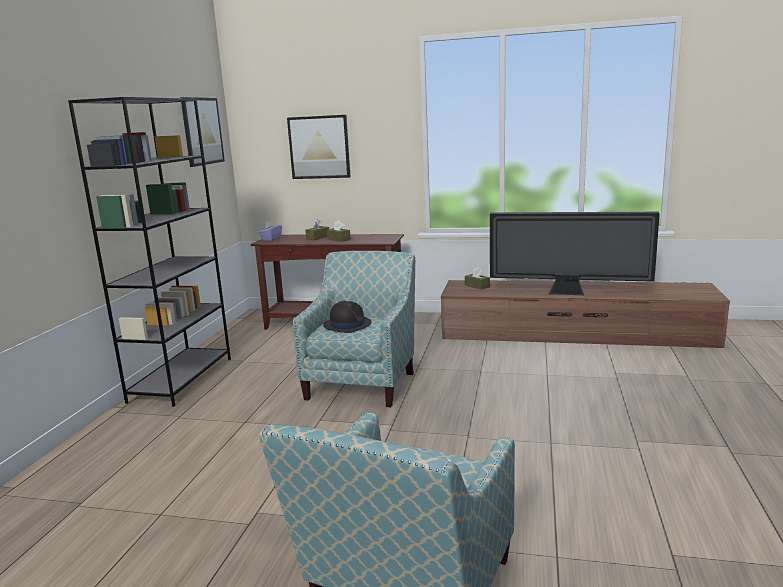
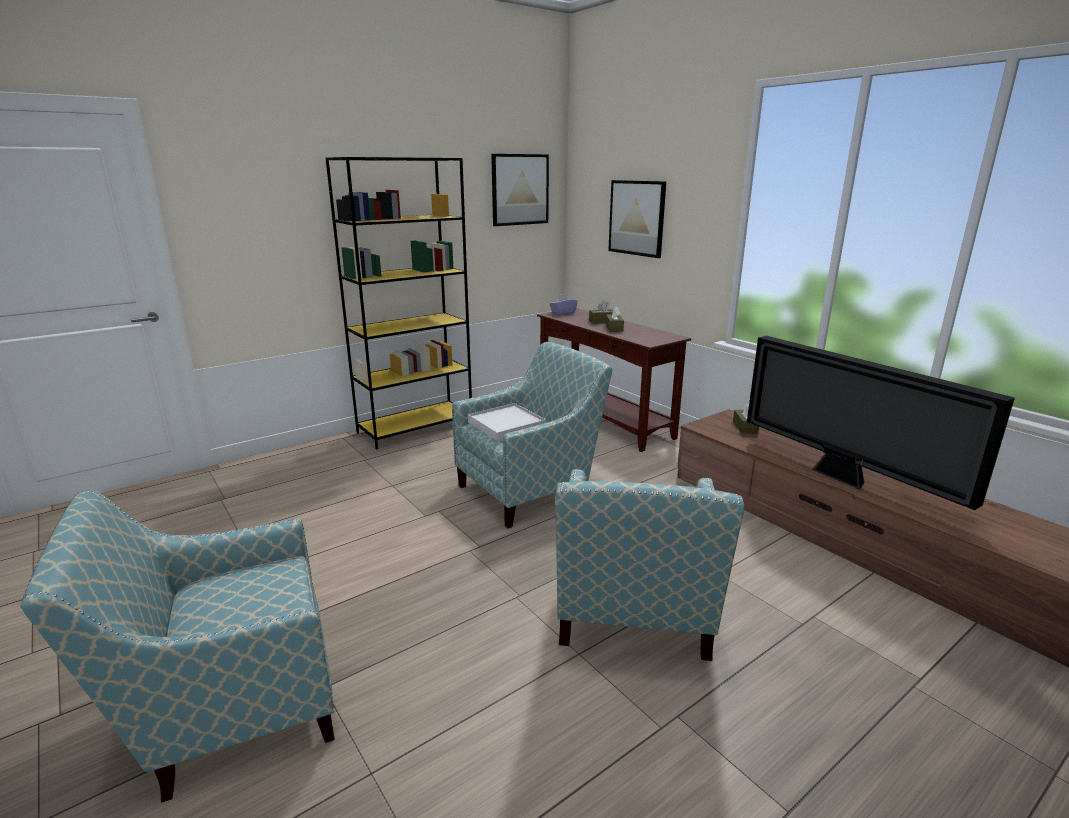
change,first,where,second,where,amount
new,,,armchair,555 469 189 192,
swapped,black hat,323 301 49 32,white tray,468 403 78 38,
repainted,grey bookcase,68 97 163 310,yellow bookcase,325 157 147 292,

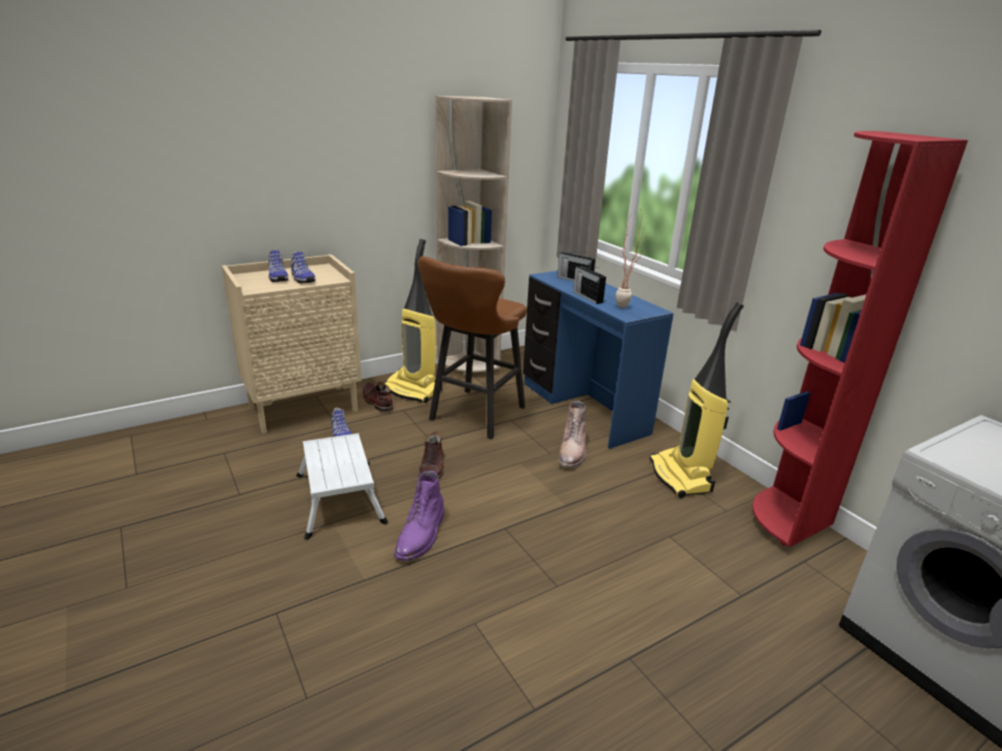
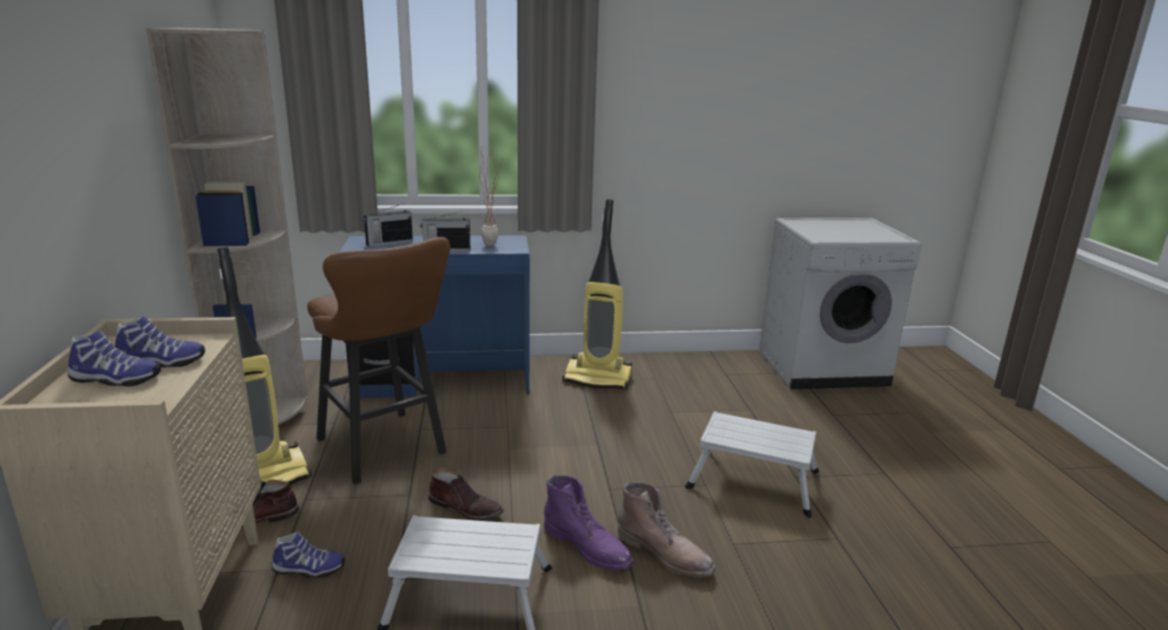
change,first,where,second,where,amount
gone,red bookcase,753 131 215 416,,,
new,,,white step ladder,685 411 134 107,
shifted,brown boot,558 401 28 67,,617 482 98 95,

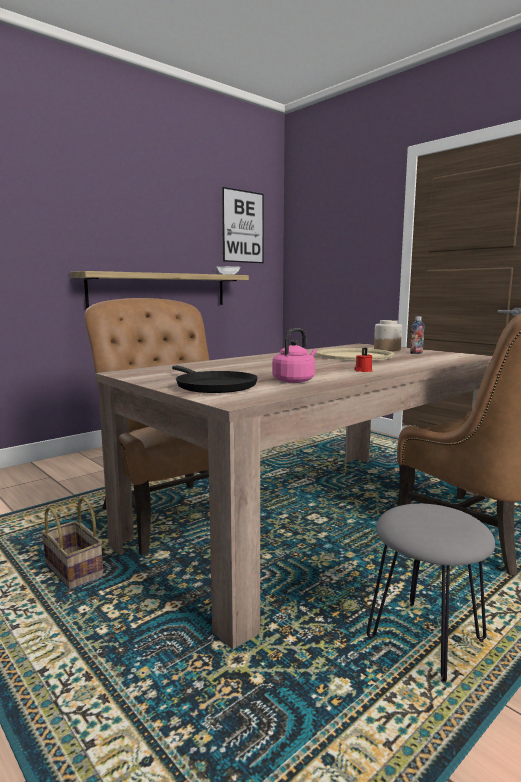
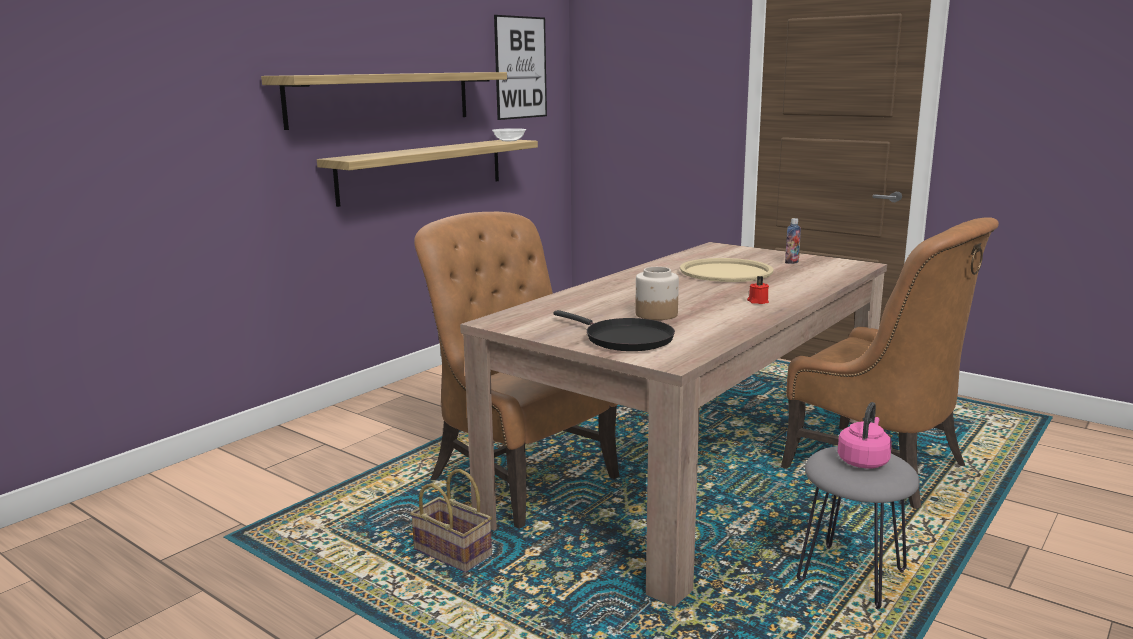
change,first,where,second,where,amount
new,,,shelf,261 72 246 58,
shifted,pink kettle,272 328 45 55,,838 402 54 66,
shifted,jar,374 320 28 31,,635 267 44 53,

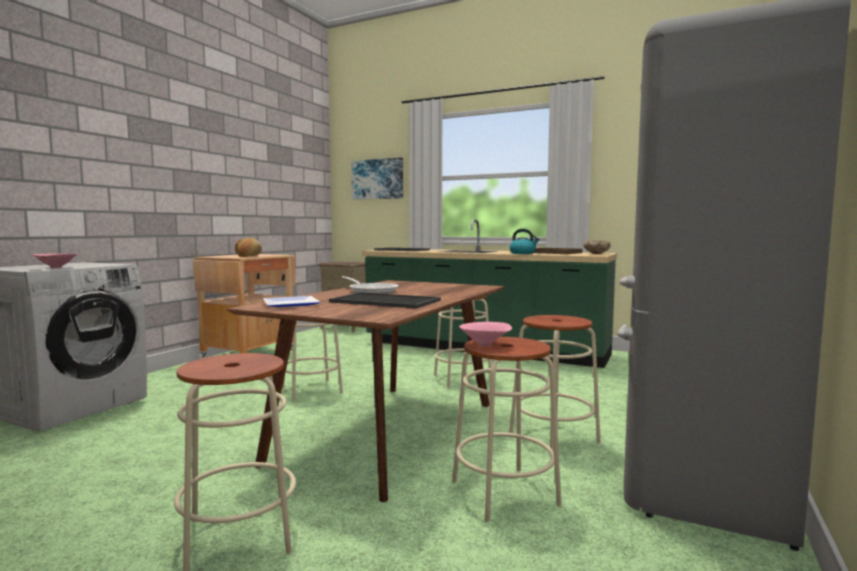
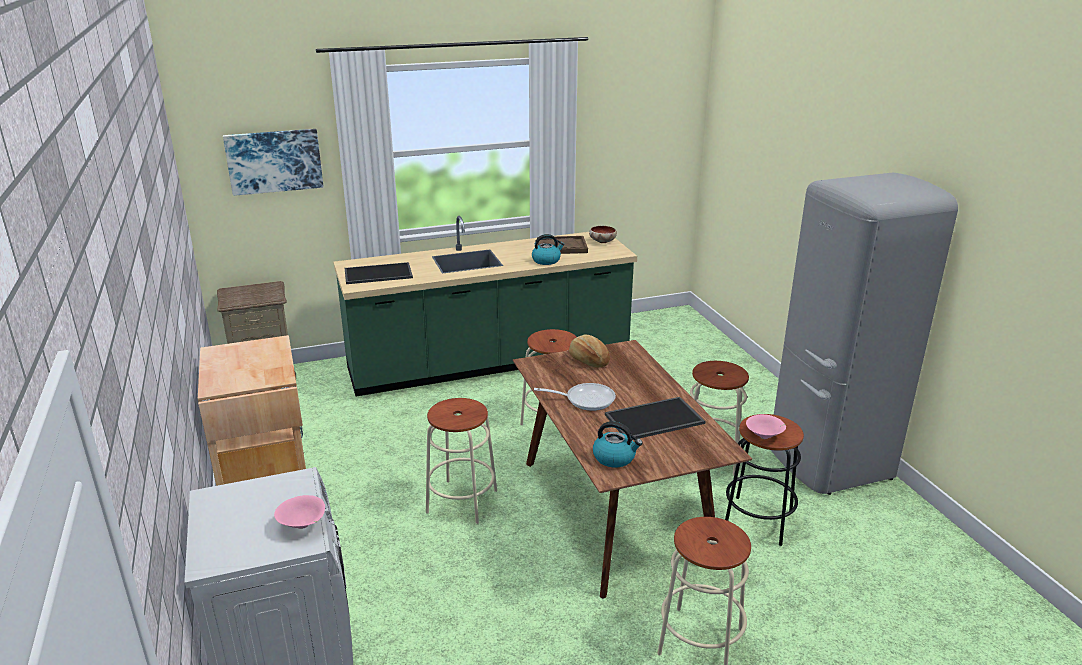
change,first,where,second,where,amount
shifted,bread,235 238 27 19,,569 335 41 32,
swapped,plate,263 296 58 11,kettle,593 421 50 47,
repainted,beige stool,452 337 110 185,black stool,725 414 79 132,

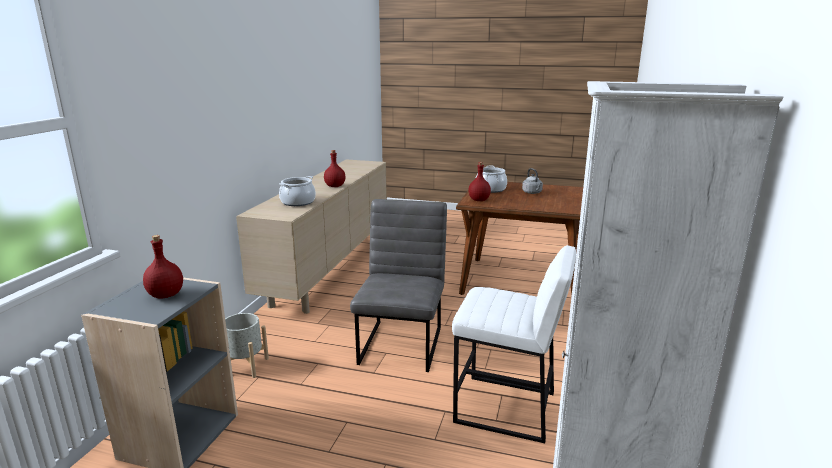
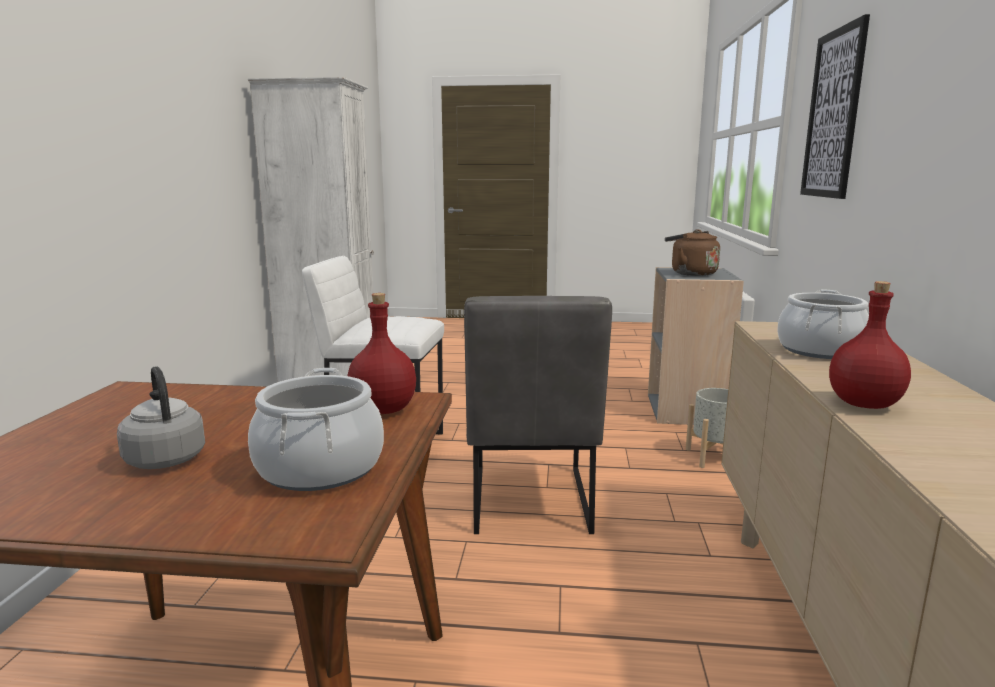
change,first,where,second,where,amount
new,,,picture,800 14 70 185,
swapped,red bottle,143 235 40 64,brown kettle,665 229 55 47,

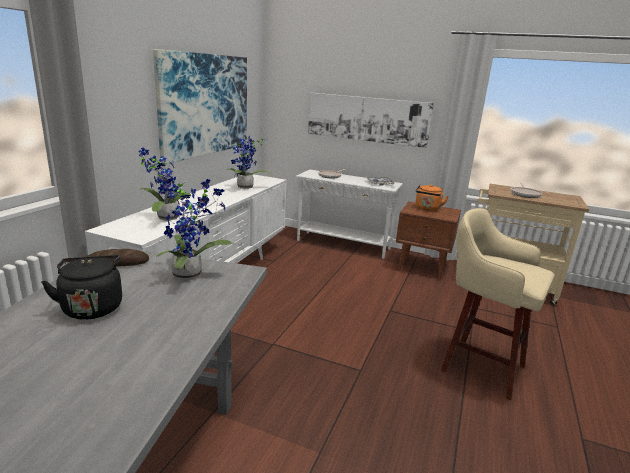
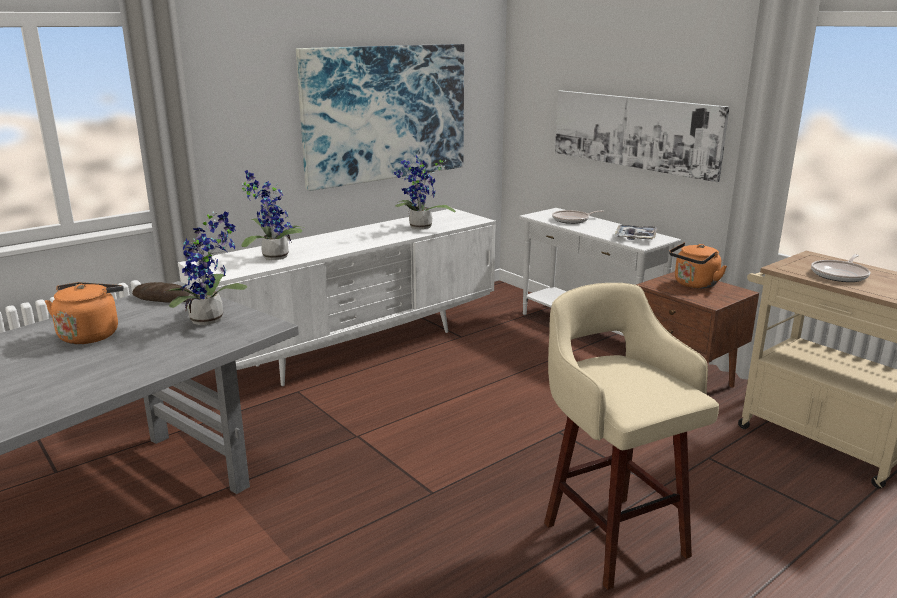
change,first,where,second,where,amount
repainted,black kettle,41 255 81 65,orange kettle,45 282 79 62,

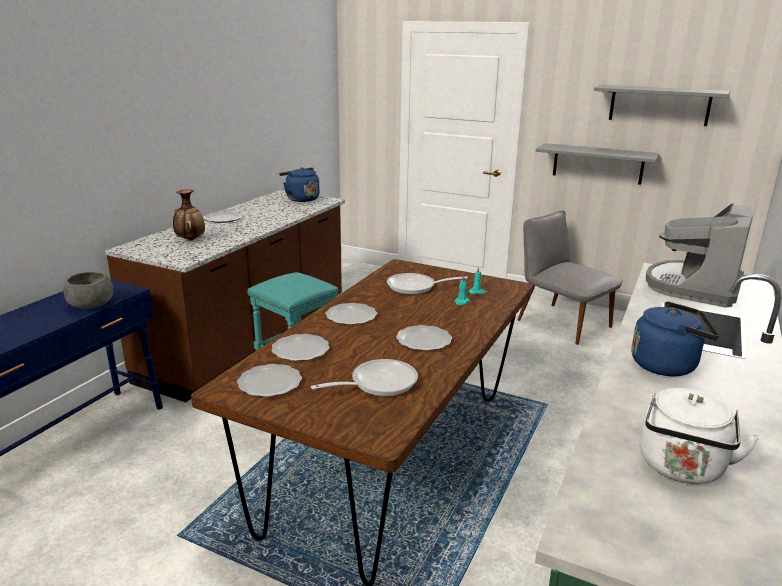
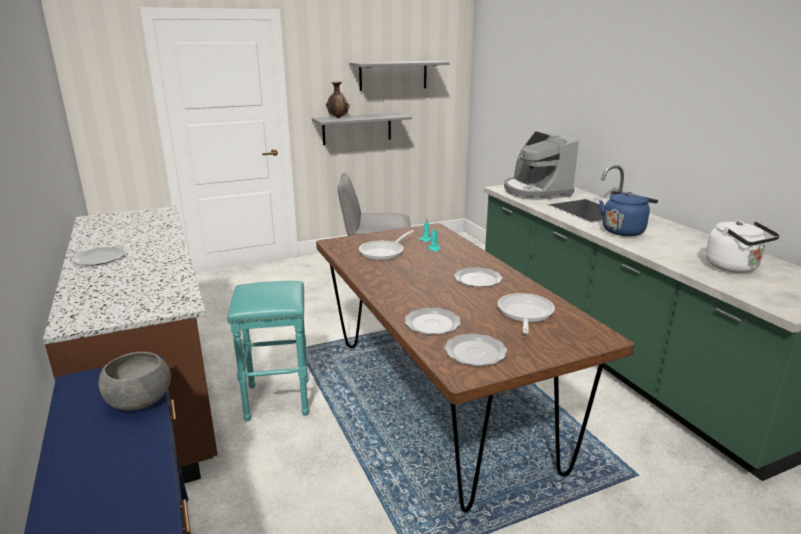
change,first,where,second,where,amount
gone,blue kettle,279 167 41 35,,,
gone,plate,325 303 52 22,,,
shifted,vase,173 189 32 51,,326 82 24 36,

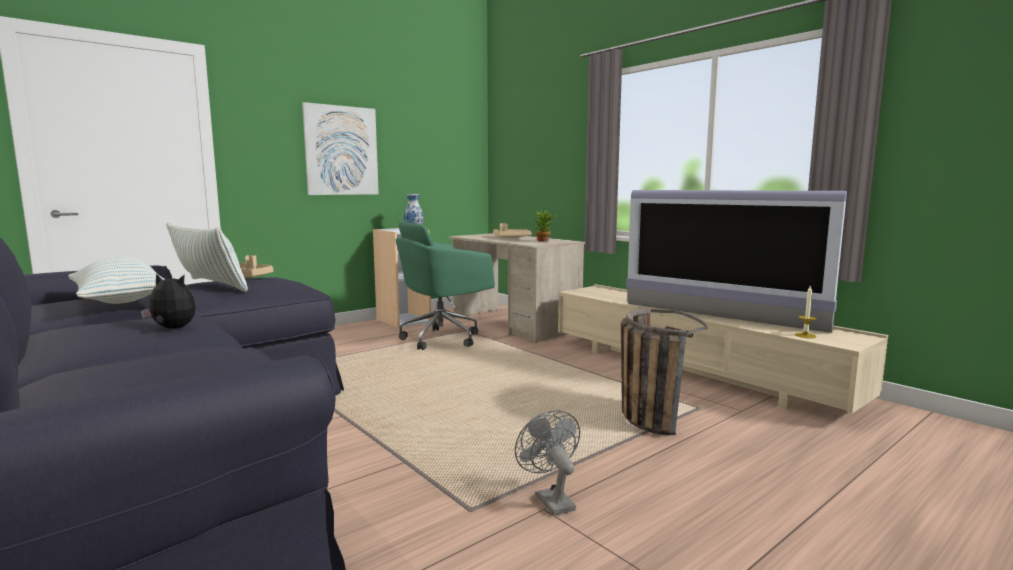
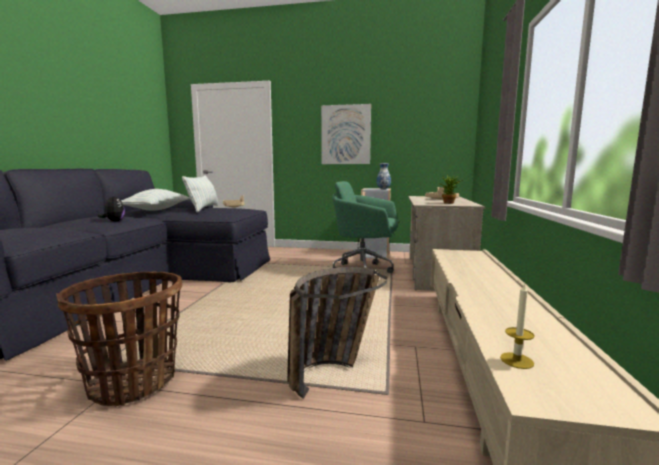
change,first,where,second,where,amount
gone,television,626 190 221 143,,,
swapped,grey fan,515 410 65 106,basket,56 272 126 135,

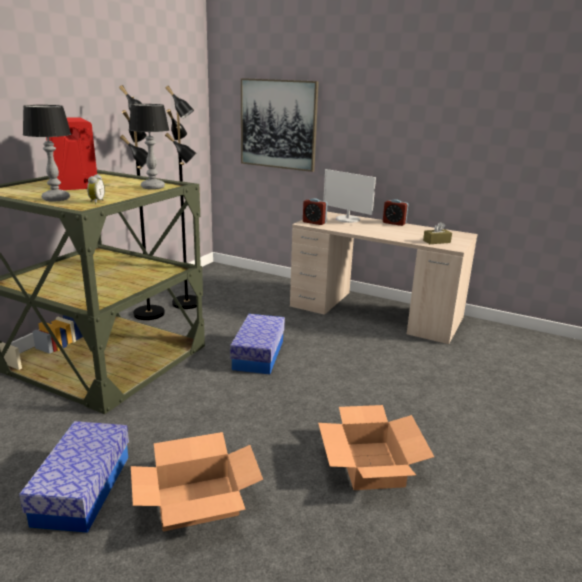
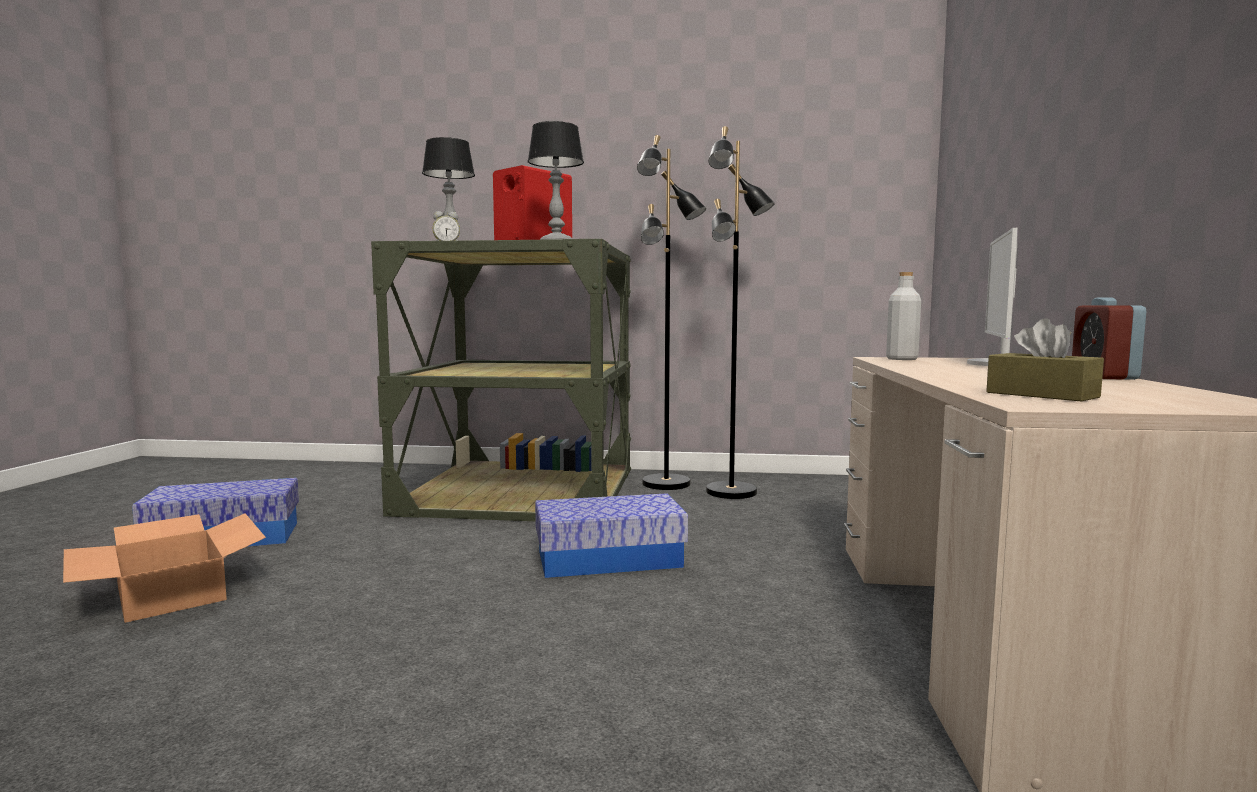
change,first,where,second,where,amount
gone,picture,241 78 78 94,,,
gone,cardboard box,318 405 116 85,,,
swapped,alarm clock,303 198 24 27,grey bottle,886 272 35 88,

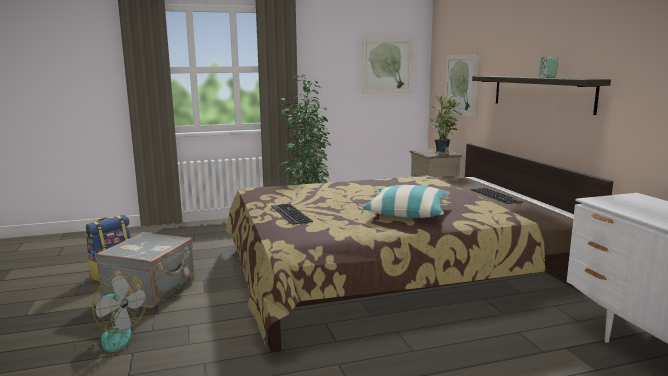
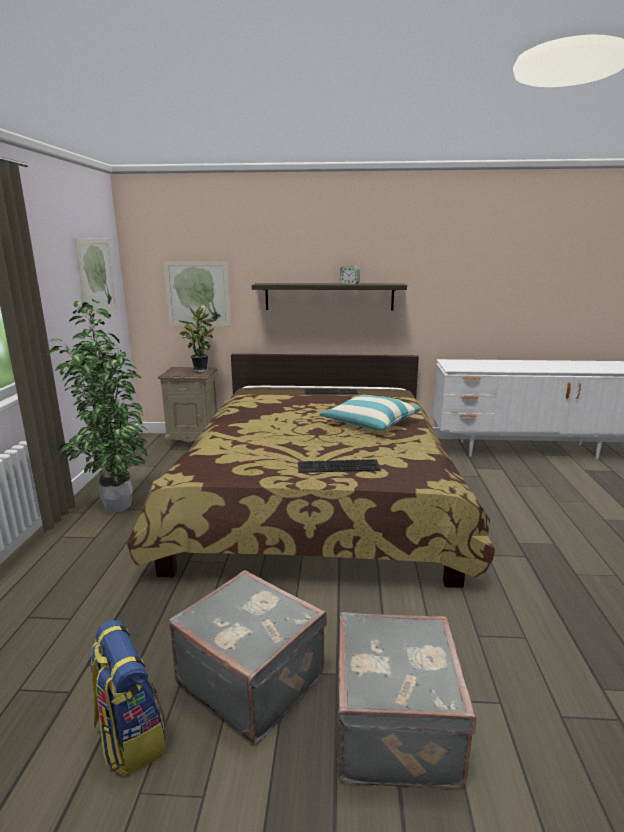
change,first,where,second,where,amount
swapped,fan,73 274 74 78,grey suitcase,337 612 139 176,

